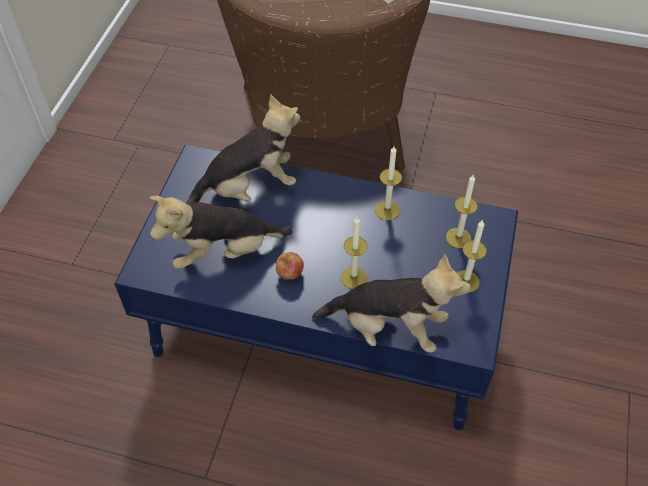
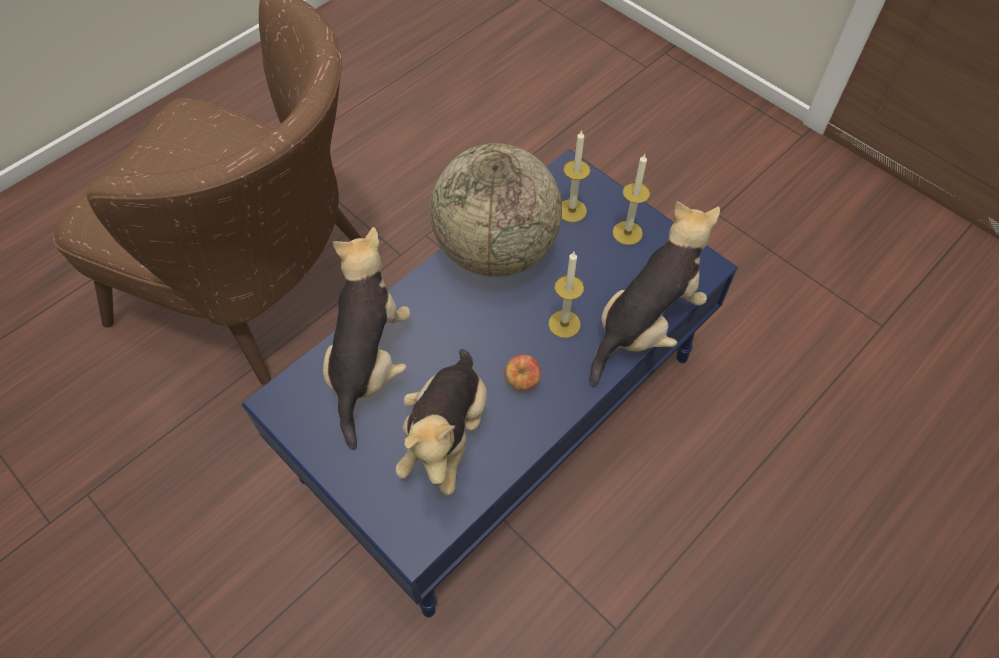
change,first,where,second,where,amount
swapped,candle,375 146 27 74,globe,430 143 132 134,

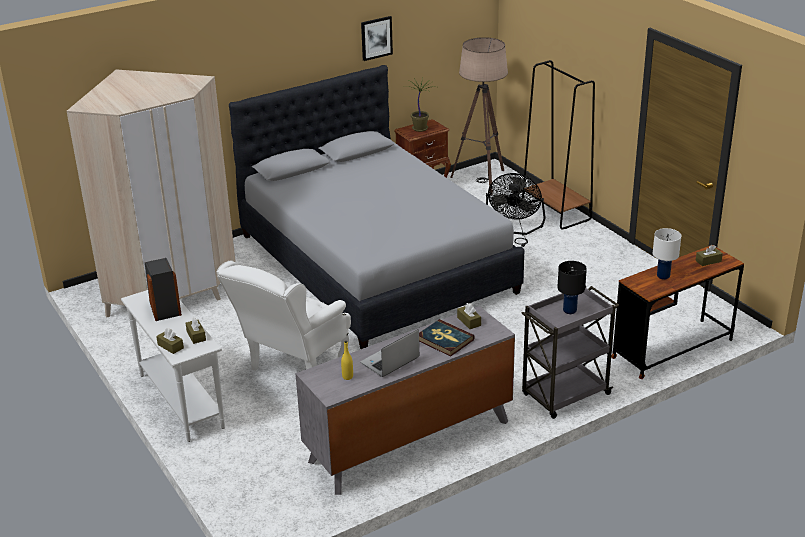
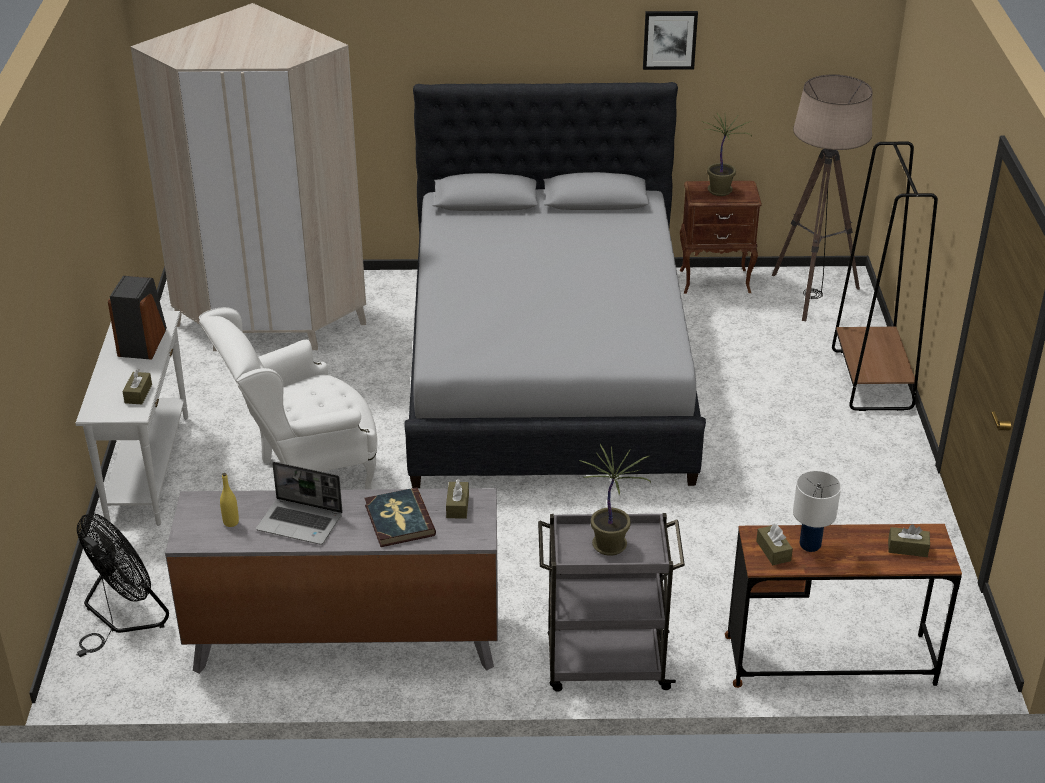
change,first,where,second,where,amount
shifted,brown tissue box,156 328 28 26,,756 524 37 41,
shifted,black fan,486 173 59 74,,77 513 92 144,
swapped,black table lamp,557 261 30 53,potted plant,580 444 71 112,
rotated,laptop,360 329 59 48,,256 462 87 83,150 degrees counterclockwise

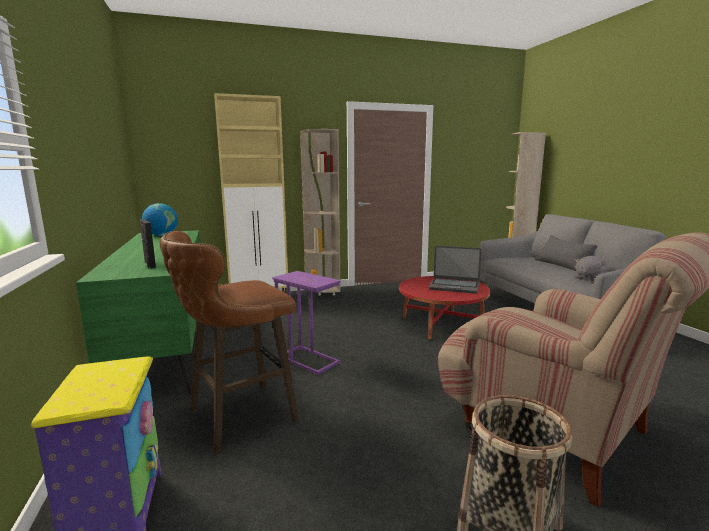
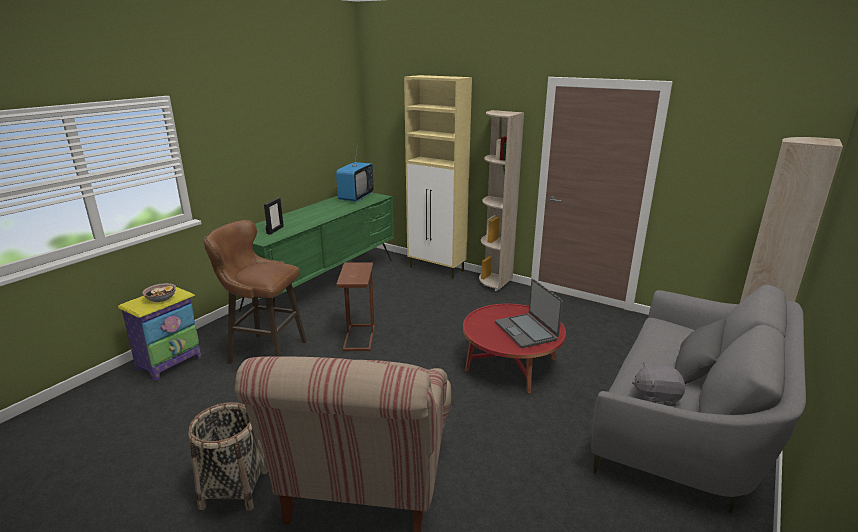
change,first,where,second,where,amount
new,,,bowl,142 283 34 19,
swapped,globe,142 203 36 33,television,336 144 38 58,
repainted,purple side table,272 271 69 104,brown side table,336 262 39 89,

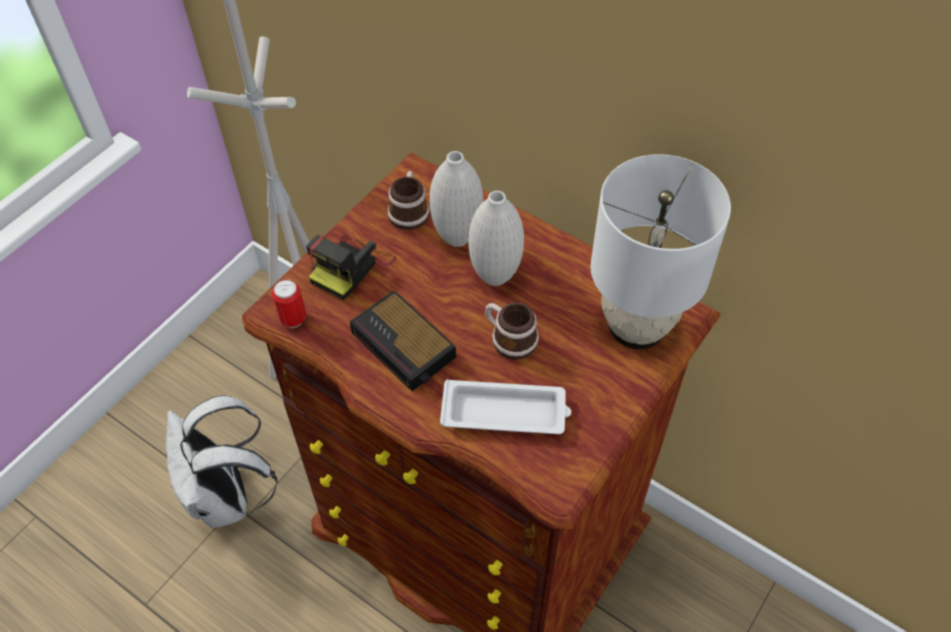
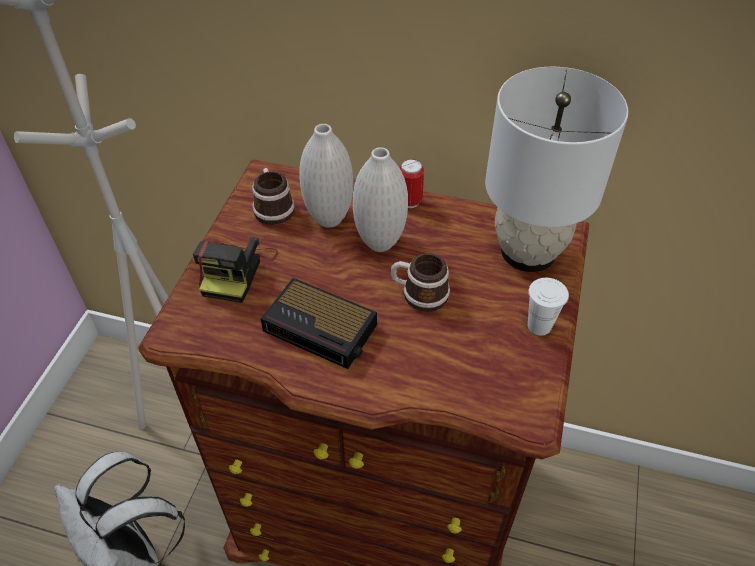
change,first,where,second,where,amount
gone,white tray,440 379 131 55,,,
new,,,white cup,528 278 41 58,
shifted,can,272 279 34 49,,399 159 25 49,

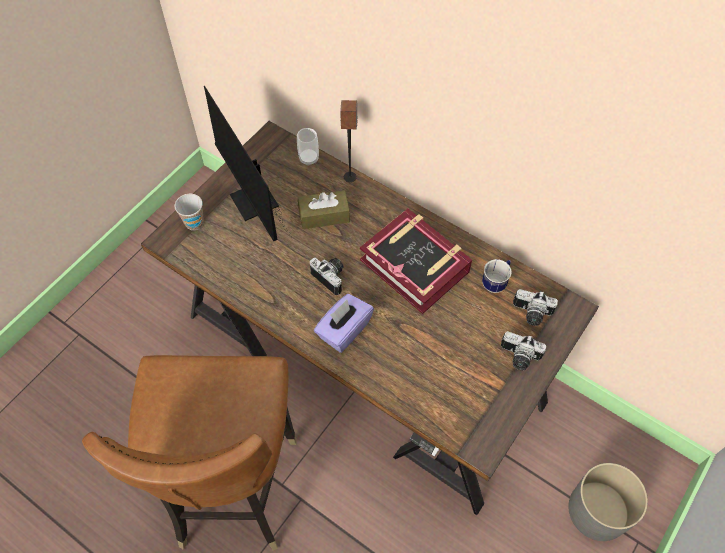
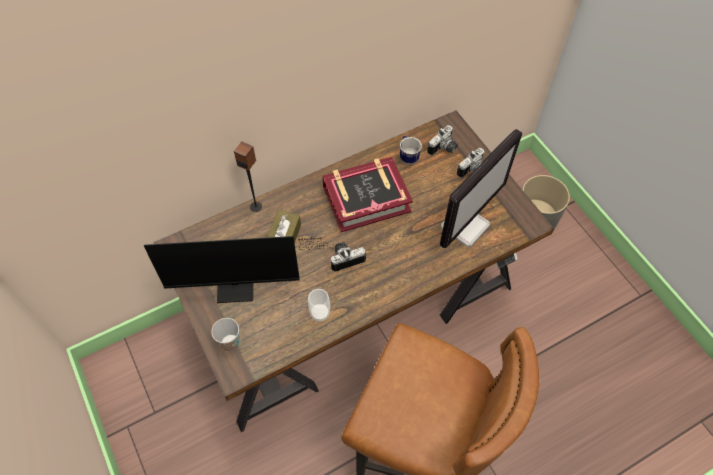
change,first,where,second,where,amount
gone,purple tissue box,314 294 60 59,,,
new,,,monitor,440 129 82 119,
shifted,cup,297 128 22 38,,308 289 22 33,

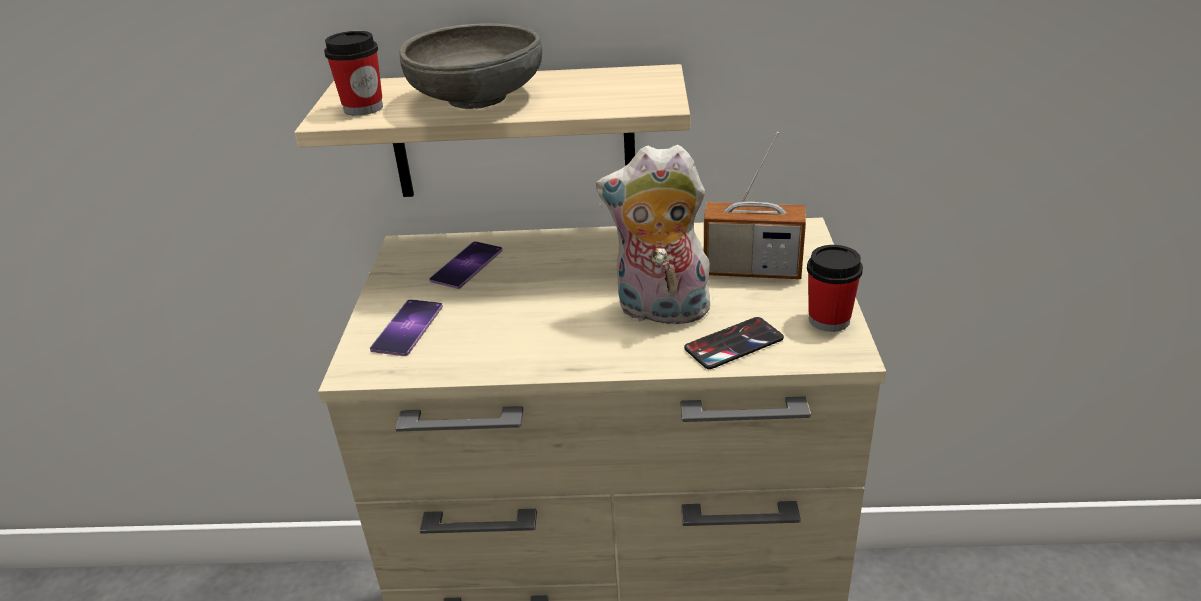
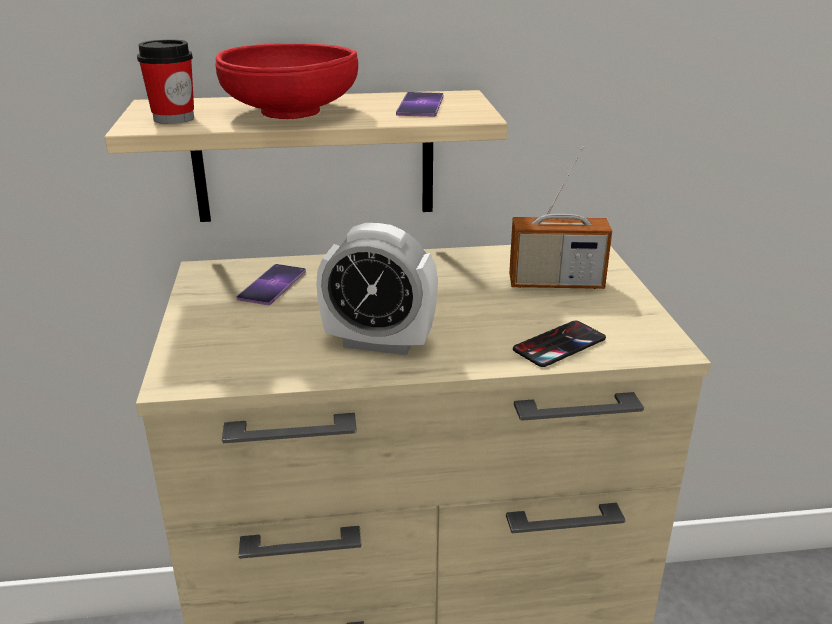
change,first,where,second,where,amount
gone,plush toy,596 144 117 180,,,
gone,cup,807 245 56 87,,,
new,,,alarm clock,316 223 122 132,
shifted,phone,370 299 73 57,,396 92 48 25,
repainted,grey bowl,400 23 142 86,red bowl,215 43 143 76,

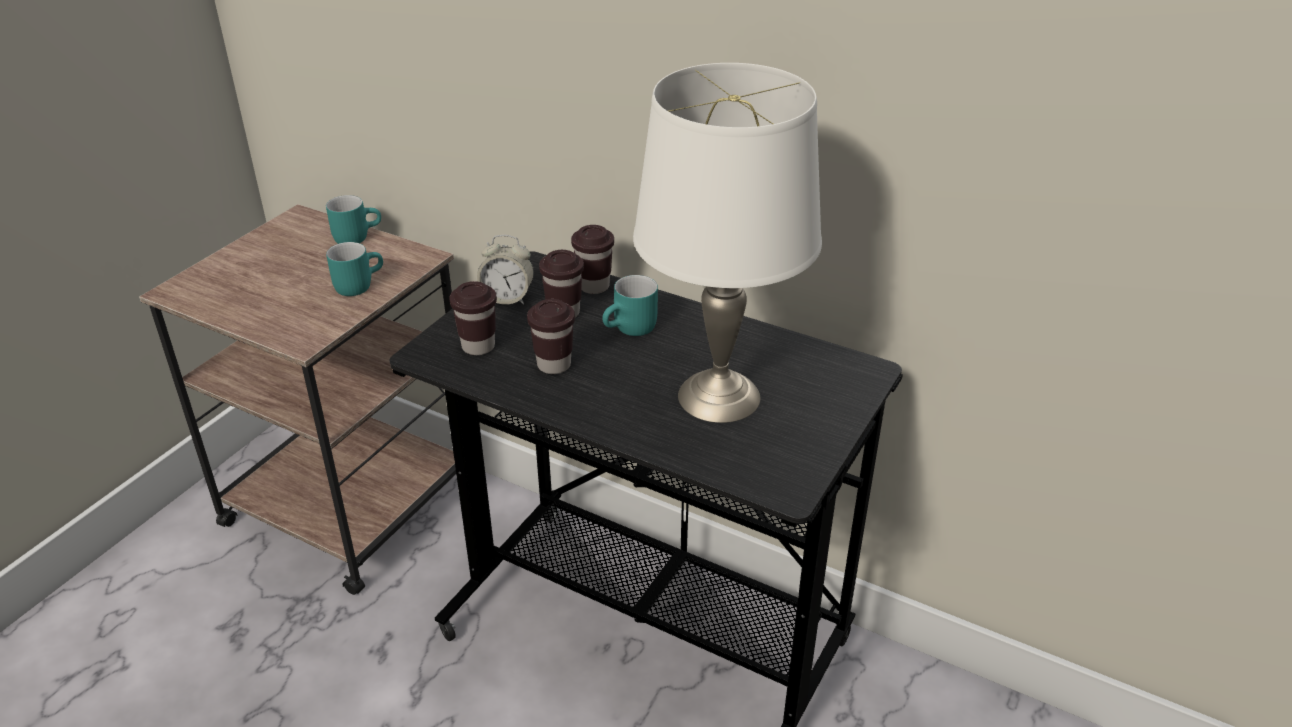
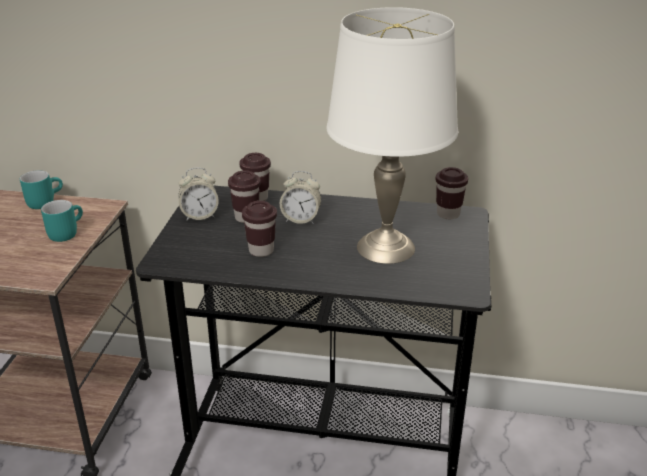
change,first,where,second,where,amount
shifted,brown cup,449 281 48 74,,435 167 33 52,
swapped,turquoise mug,602 275 56 61,alarm clock,280 171 41 53,

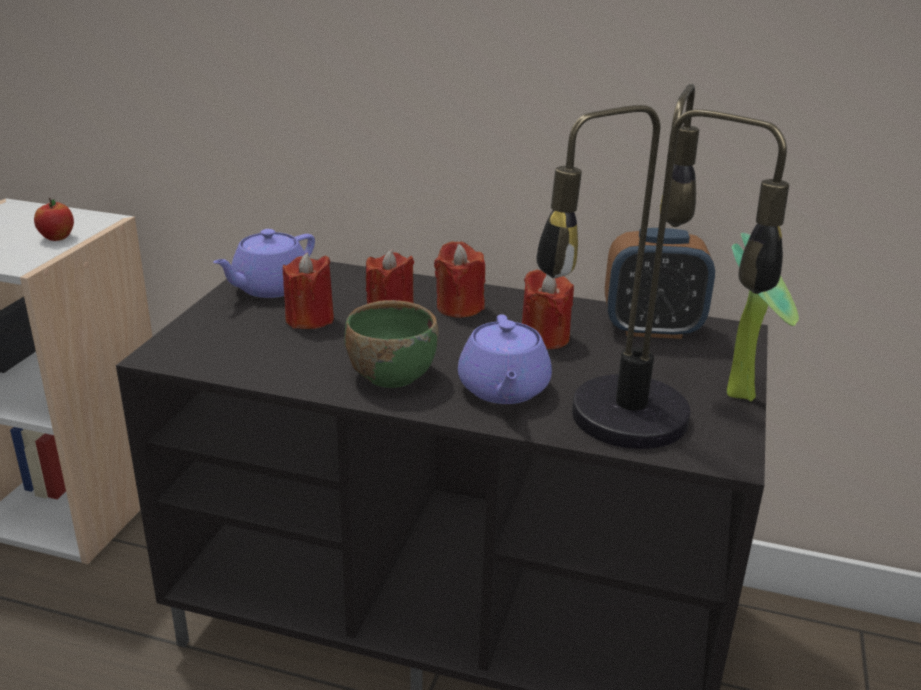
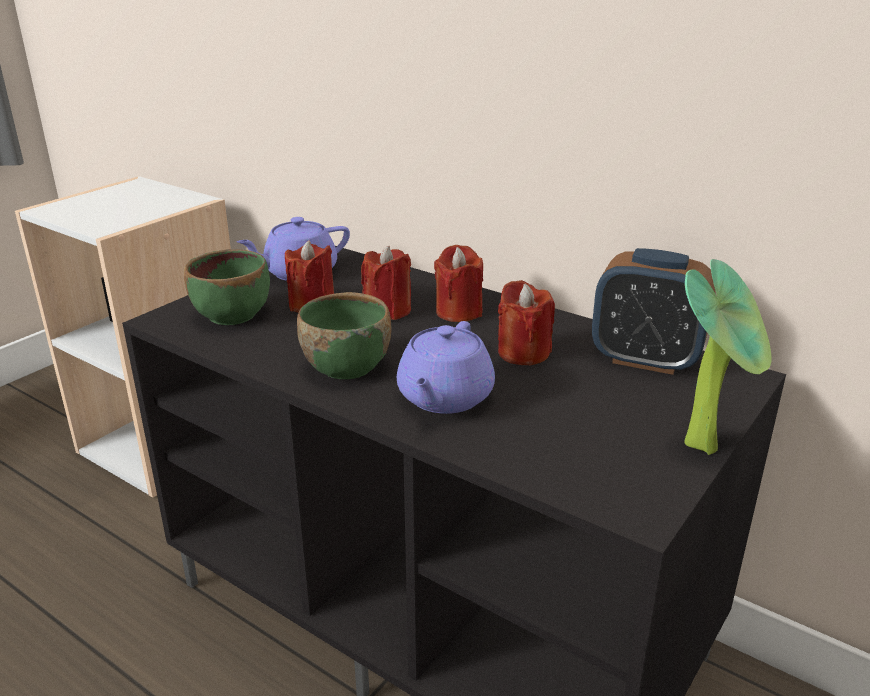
change,first,where,second,where,amount
gone,apple,34 198 40 43,,,
gone,table lamp,537 84 252 365,,,
new,,,green bowl,184 249 86 76,

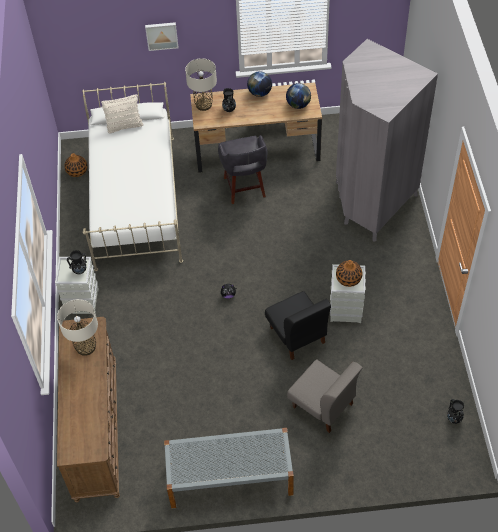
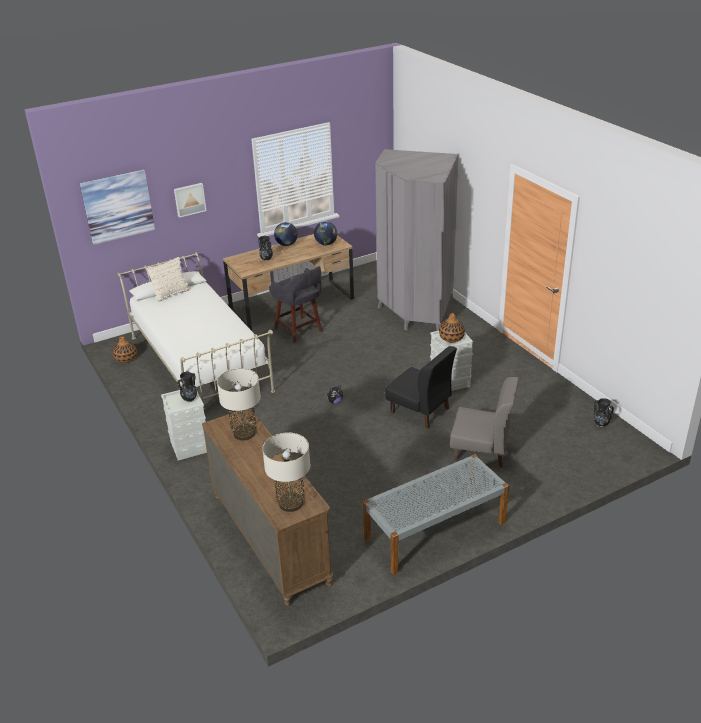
change,first,where,second,where,amount
new,,,picture,80 169 75 76,
shifted,table lamp,185 58 32 53,,263 432 47 80,

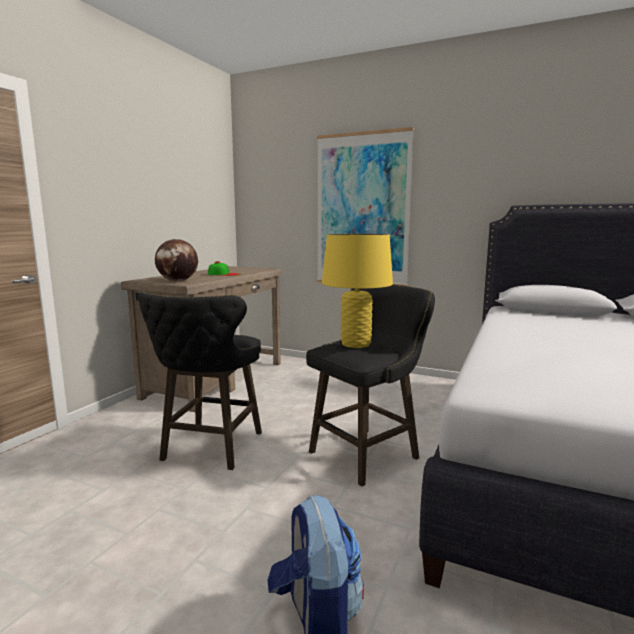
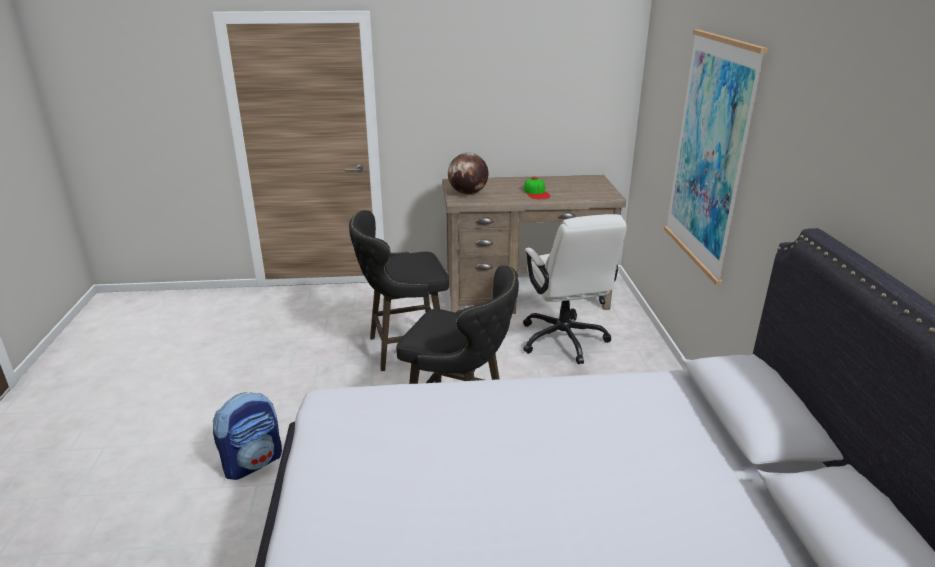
change,first,where,second,where,amount
gone,yellow table lamp,322 234 71 114,,,
new,,,white office chair,523 214 104 150,

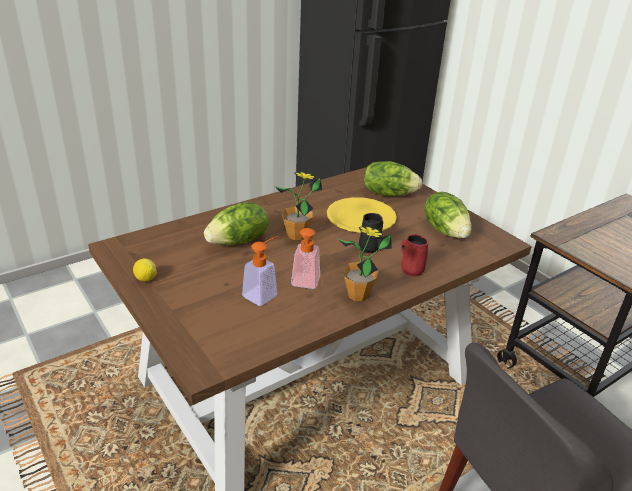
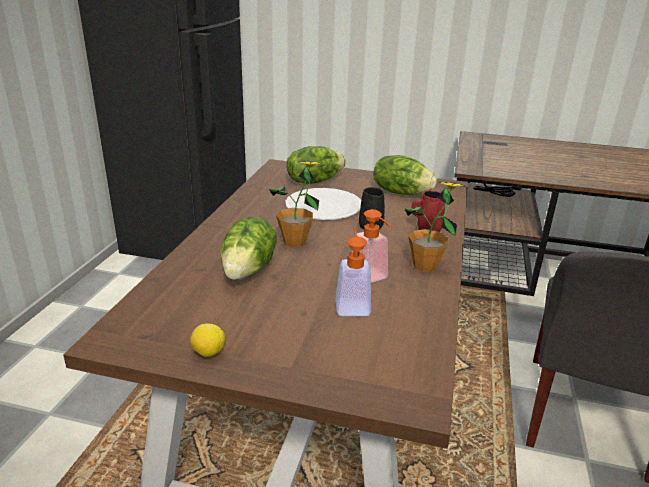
change,first,where,second,where,amount
repainted,yellow plate,327 197 70 36,white plate,285 188 76 32,

